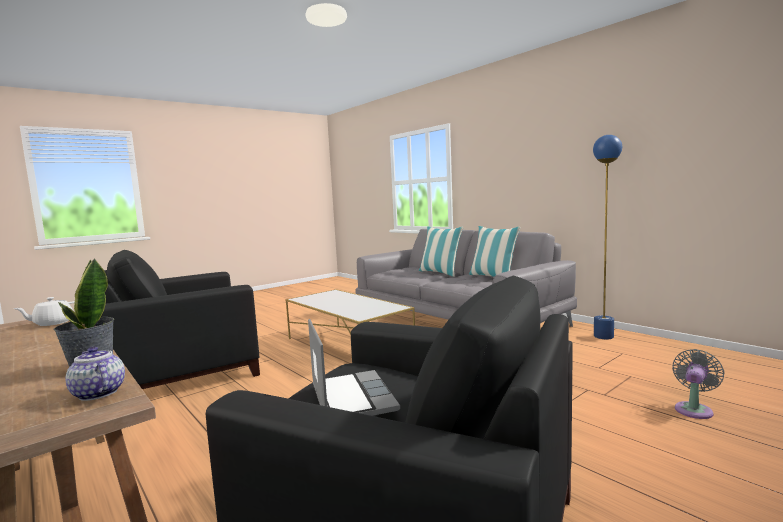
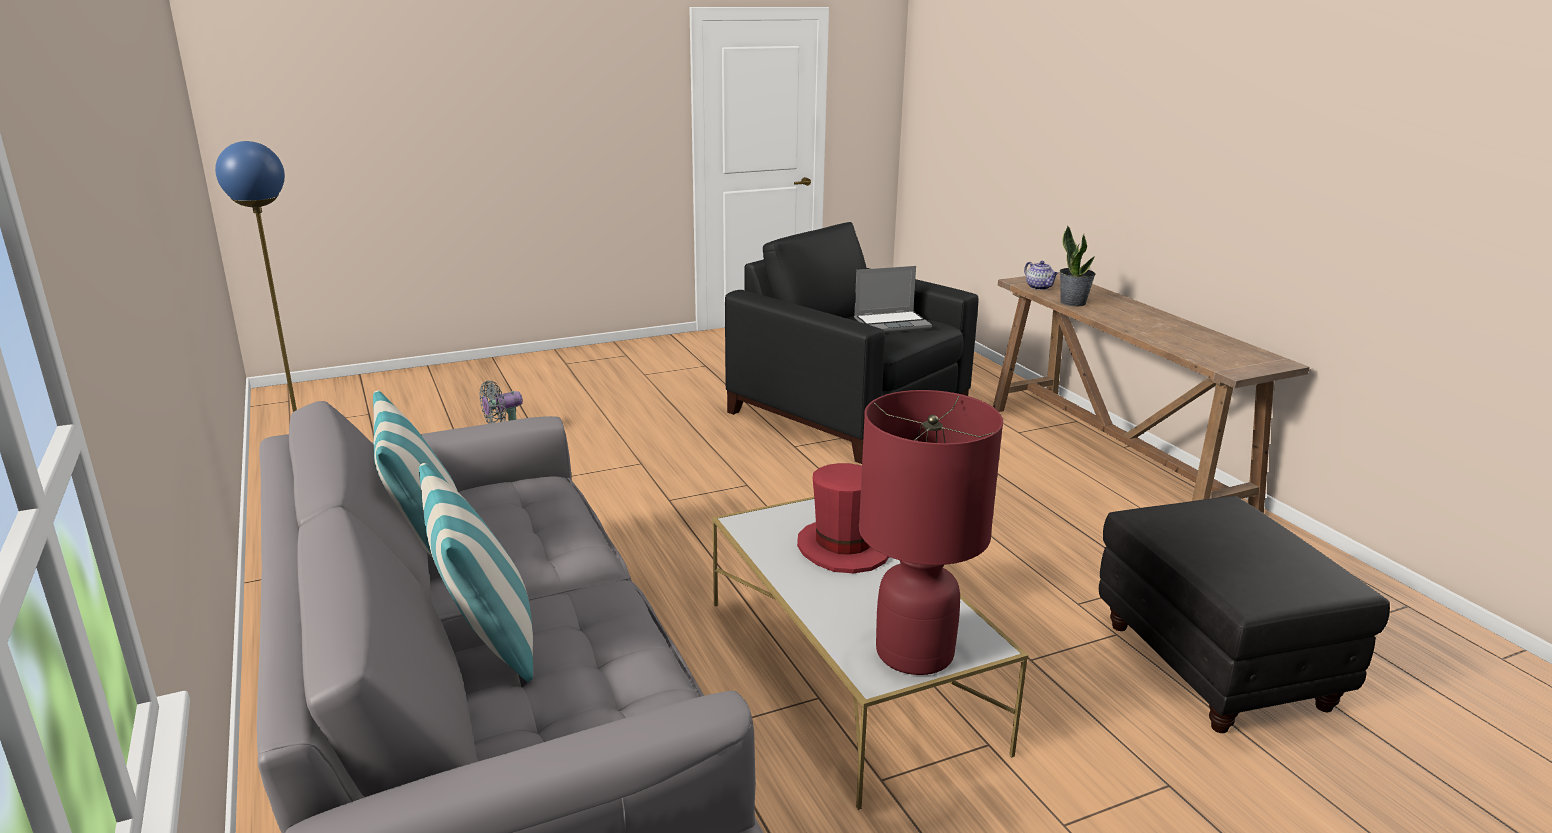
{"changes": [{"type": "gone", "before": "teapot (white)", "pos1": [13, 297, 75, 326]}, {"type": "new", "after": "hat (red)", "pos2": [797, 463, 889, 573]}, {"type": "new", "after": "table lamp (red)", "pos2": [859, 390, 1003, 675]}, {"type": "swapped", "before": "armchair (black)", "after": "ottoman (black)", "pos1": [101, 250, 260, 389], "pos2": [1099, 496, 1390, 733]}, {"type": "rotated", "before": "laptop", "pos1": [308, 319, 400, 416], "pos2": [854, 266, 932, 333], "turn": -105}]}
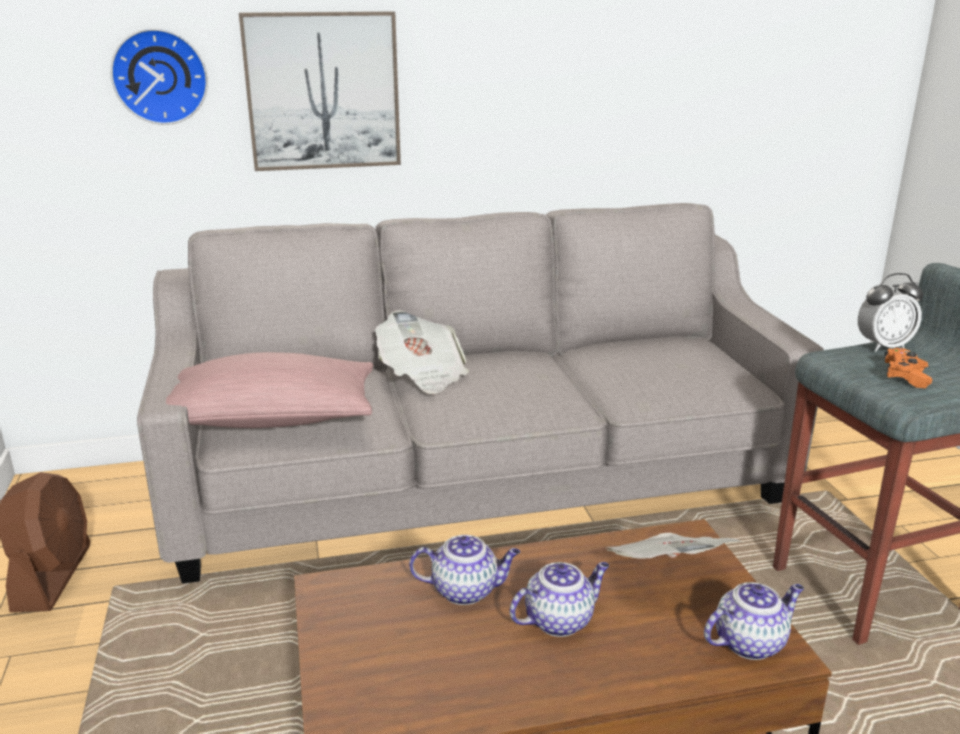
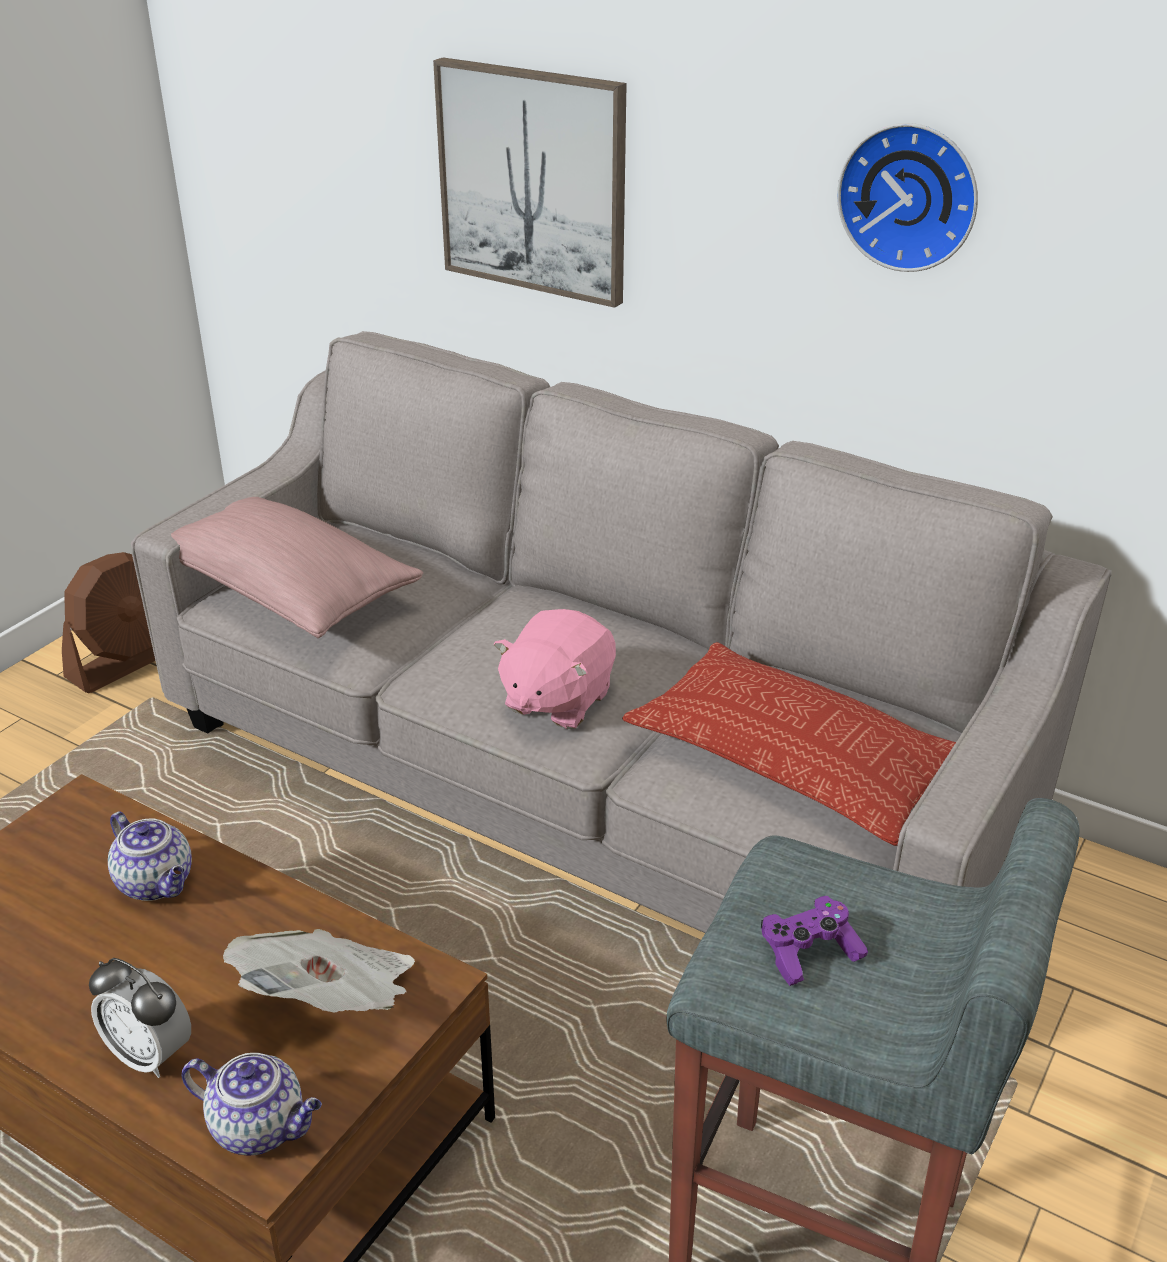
{"changes": [{"type": "gone", "before": "newspaper", "pos1": [375, 310, 469, 394]}, {"type": "gone", "before": "teapot", "pos1": [509, 562, 609, 637]}, {"type": "new", "after": "plush toy (pink)", "pos2": [494, 609, 616, 729]}, {"type": "new", "after": "pillow", "pos2": [622, 642, 956, 846]}, {"type": "shifted", "before": "wall clock", "pos1": [110, 28, 208, 125], "pos2": [837, 123, 978, 272]}, {"type": "shifted", "before": "alarm clock", "pos1": [858, 273, 923, 351], "pos2": [89, 958, 191, 1078]}, {"type": "repainted", "before": "game controller (orange)", "after": "game controller (purple)", "pos1": [885, 348, 932, 388], "pos2": [761, 896, 868, 986]}]}
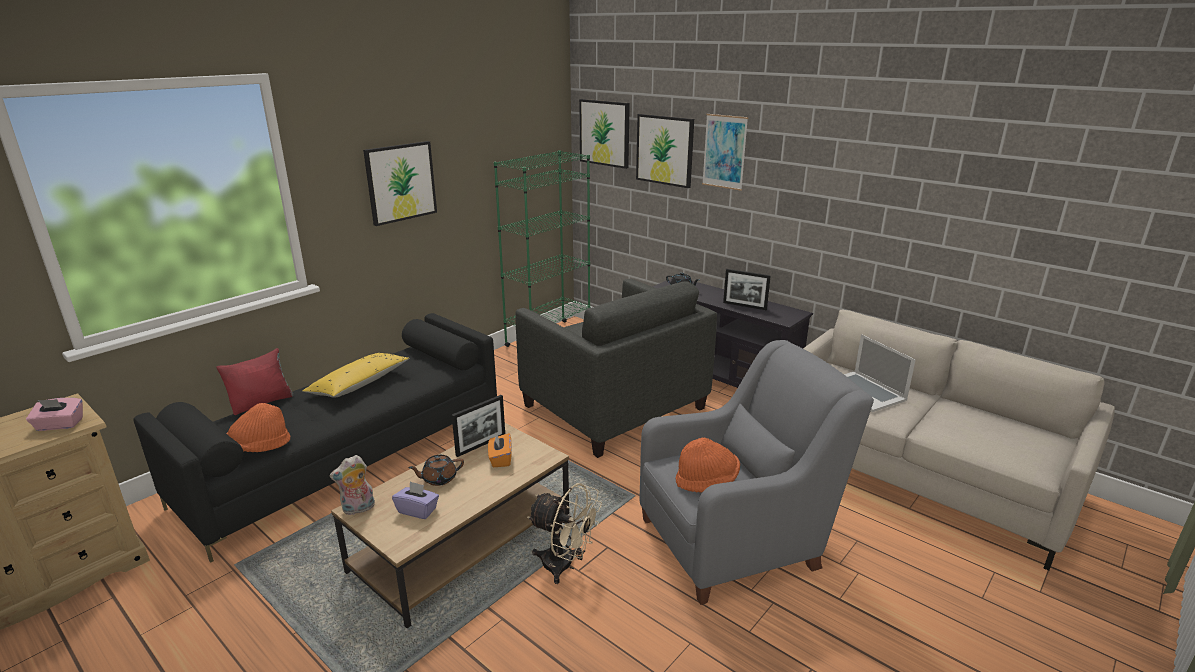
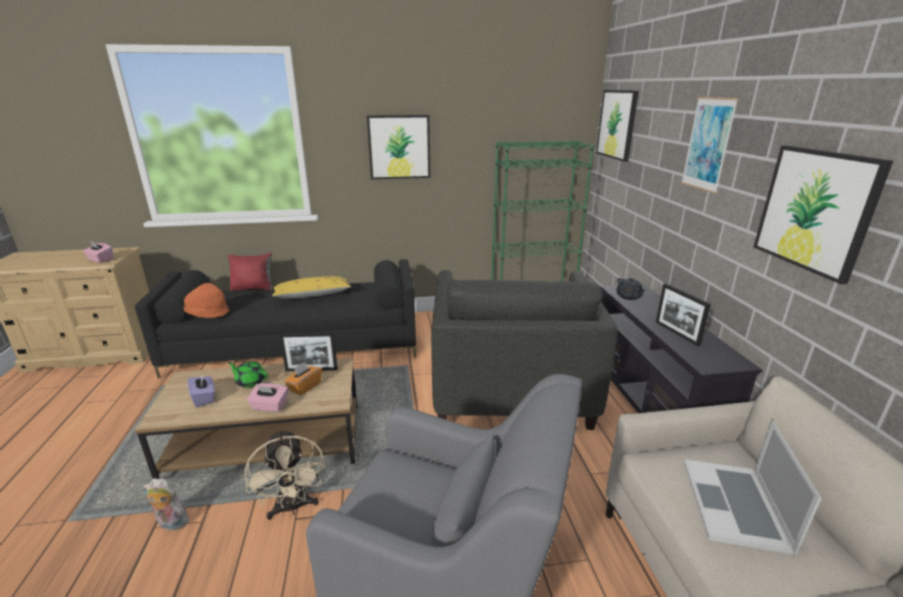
{"changes": [{"type": "gone", "before": "hat (orange)", "pos1": [675, 438, 740, 493]}, {"type": "new", "after": "tissue box (pink)", "pos2": [247, 383, 288, 412]}, {"type": "shifted", "before": "plush toy", "pos1": [329, 455, 375, 515], "pos2": [143, 478, 189, 531]}, {"type": "shifted", "before": "picture", "pos1": [636, 114, 694, 188], "pos2": [754, 145, 893, 284]}, {"type": "repainted", "before": "teapot (brown)", "after": "teapot (green)", "pos1": [408, 455, 464, 486], "pos2": [228, 361, 268, 388]}]}
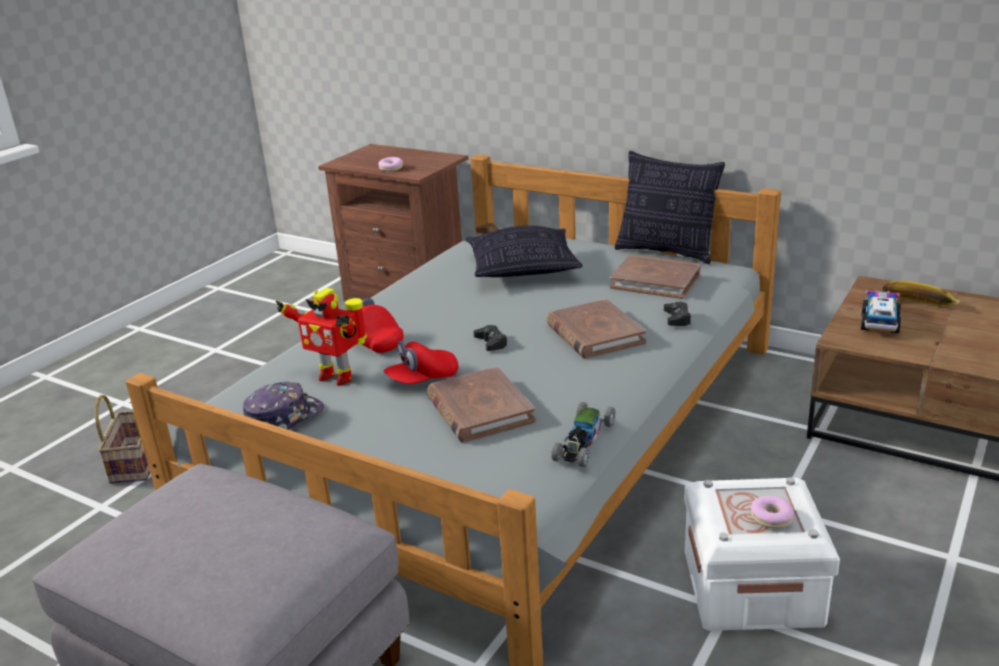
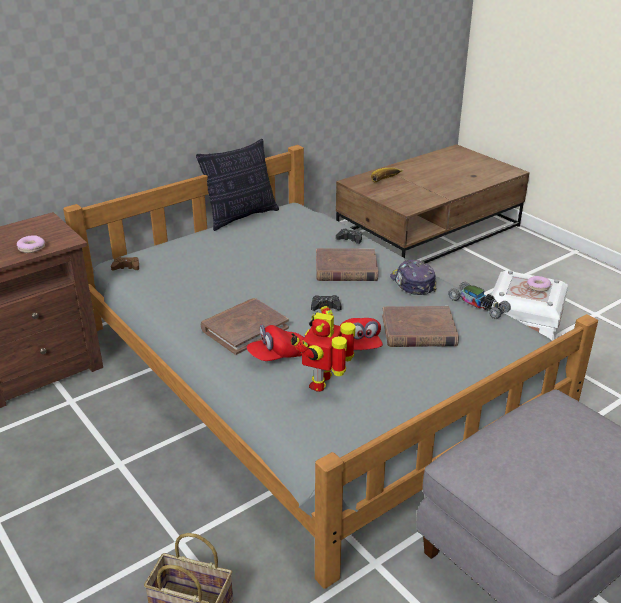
{"changes": [{"type": "gone", "before": "pillow", "pos1": [466, 225, 583, 277]}, {"type": "gone", "before": "toy truck", "pos1": [861, 290, 901, 333]}, {"type": "shifted", "before": "cap", "pos1": [243, 381, 324, 430], "pos2": [390, 260, 436, 295]}, {"type": "shifted", "before": "book (brown)", "pos1": [610, 255, 700, 299], "pos2": [201, 298, 289, 355]}, {"type": "rotated", "before": "toy robot", "pos1": [275, 288, 367, 386], "pos2": [291, 300, 355, 392], "turn": 150}]}
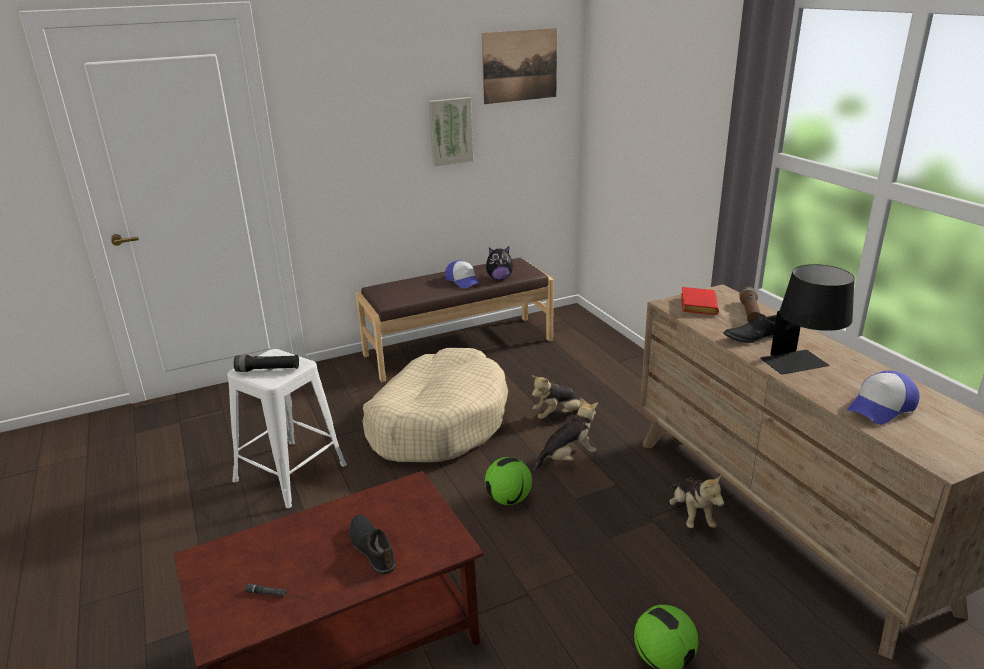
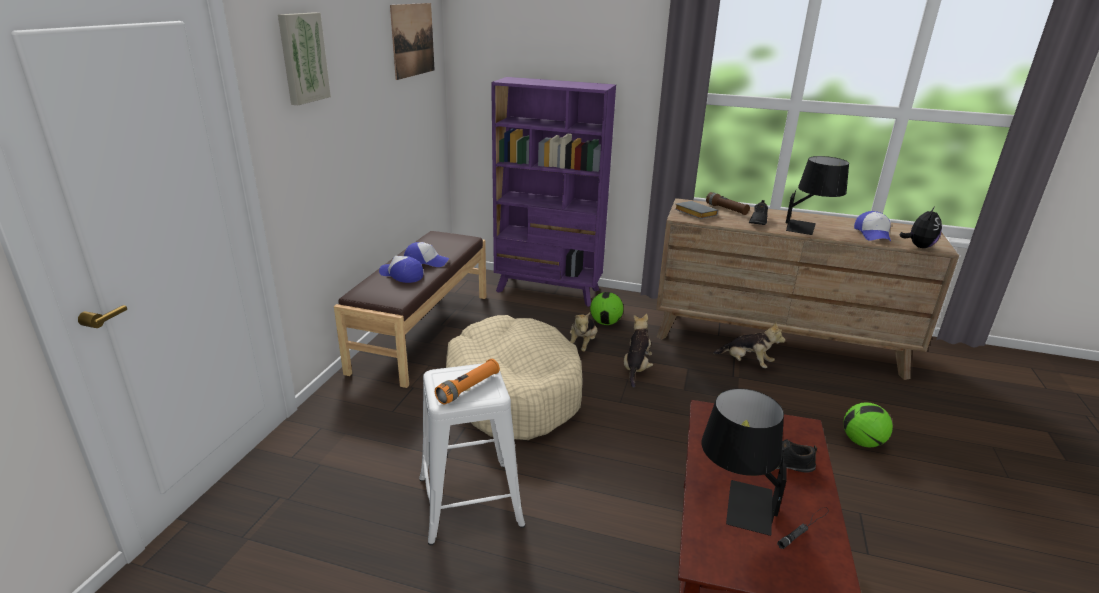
{"changes": [{"type": "new", "after": "cap", "pos2": [379, 256, 423, 283]}, {"type": "new", "after": "bookcase (purple)", "pos2": [491, 77, 616, 307]}, {"type": "new", "after": "table lamp (black)", "pos2": [701, 388, 787, 536]}, {"type": "shifted", "before": "picture", "pos1": [429, 97, 473, 166], "pos2": [278, 12, 331, 105]}, {"type": "shifted", "before": "football", "pos1": [485, 457, 532, 505], "pos2": [590, 292, 623, 325]}, {"type": "shifted", "before": "plush toy", "pos1": [486, 247, 514, 280], "pos2": [899, 208, 942, 248]}, {"type": "repainted", "before": "flashlight (black)", "after": "flashlight (orange)", "pos1": [234, 355, 299, 372], "pos2": [435, 359, 500, 405]}, {"type": "repainted", "before": "book (red)", "after": "book (grey)", "pos1": [681, 287, 719, 315], "pos2": [675, 201, 718, 219]}]}
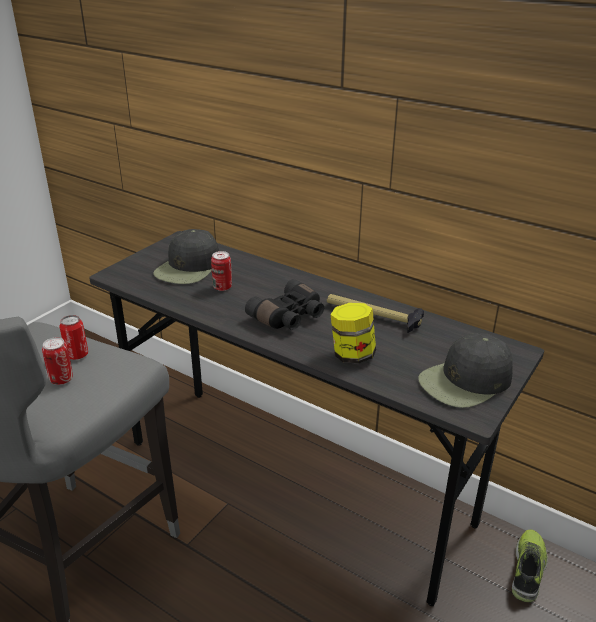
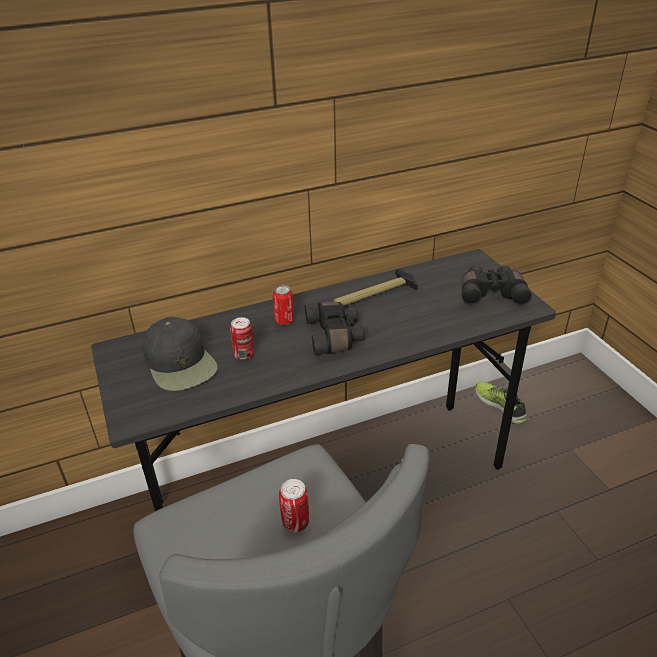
{"changes": [{"type": "gone", "before": "jar", "pos1": [330, 303, 376, 363]}, {"type": "shifted", "before": "can", "pos1": [59, 315, 88, 360], "pos2": [273, 285, 294, 325]}, {"type": "swapped", "before": "cap (black)", "after": "binoculars (black)", "pos1": [418, 333, 513, 408], "pos2": [461, 266, 532, 305]}]}
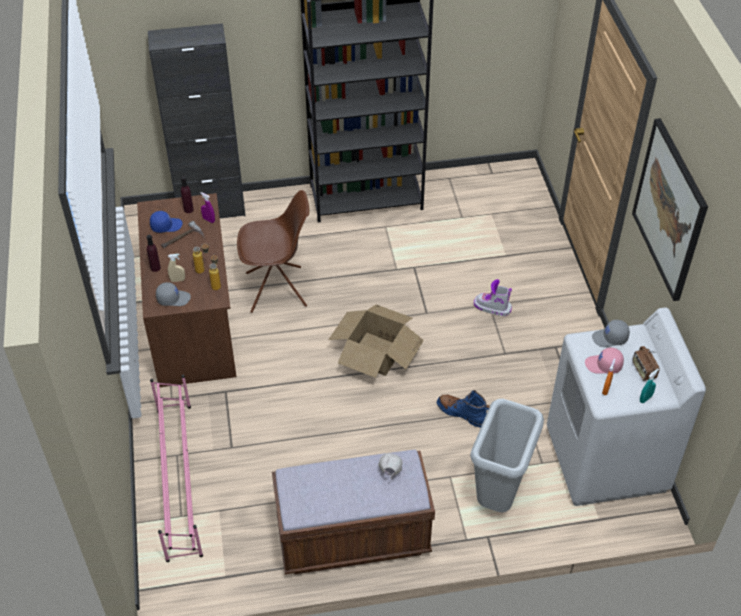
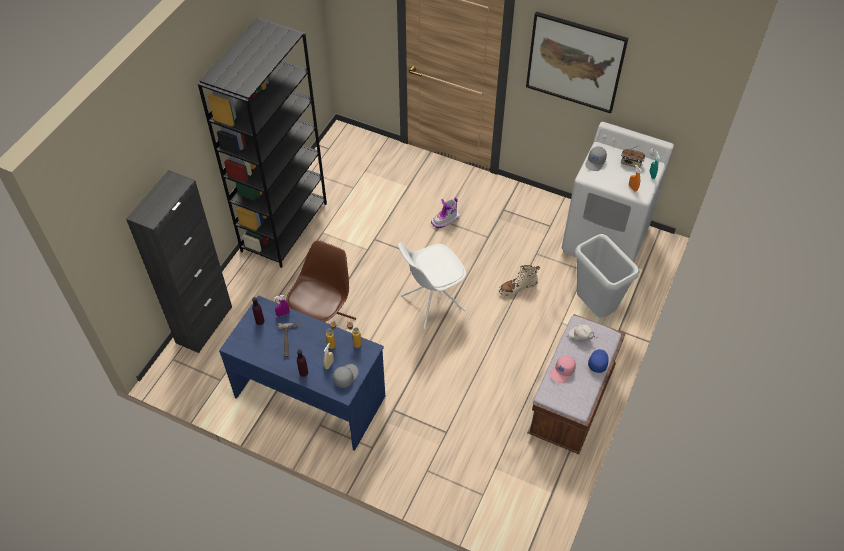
{"changes": [{"type": "gone", "before": "shoe rack (pink)", "pos1": [150, 375, 203, 562]}, {"type": "shifted", "before": "cap (blue)", "pos1": [150, 211, 183, 233], "pos2": [588, 349, 609, 373]}, {"type": "shifted", "before": "cap (pink)", "pos1": [585, 348, 624, 374], "pos2": [550, 355, 576, 383]}, {"type": "swapped", "before": "cardboard box", "after": "chair (white)", "pos1": [328, 304, 424, 378], "pos2": [398, 242, 466, 330]}, {"type": "repainted", "before": "desk (brown)", "after": "desk (blue)", "pos1": [137, 193, 236, 387], "pos2": [219, 295, 385, 451]}, {"type": "repainted", "before": "boot (blue)", "after": "boot (beige)", "pos1": [437, 390, 490, 428], "pos2": [499, 265, 540, 296]}]}
